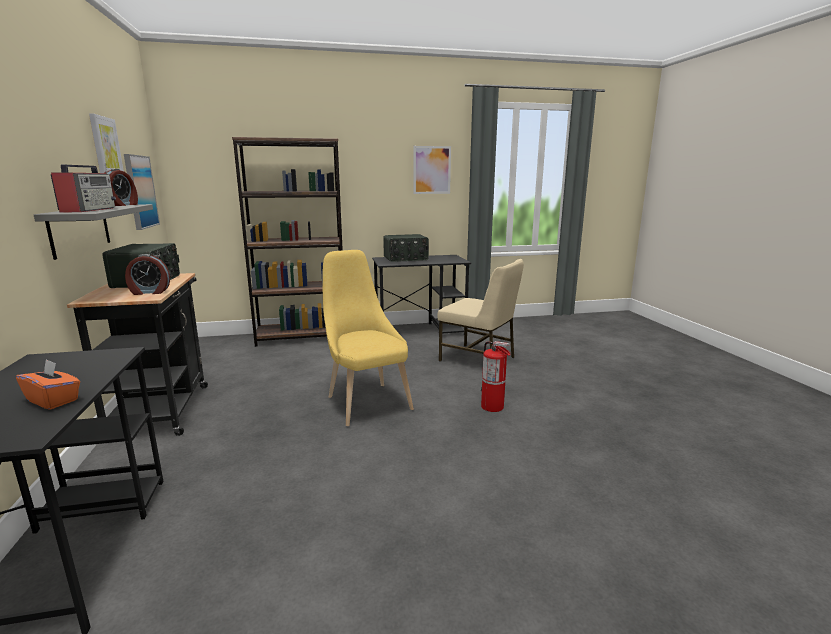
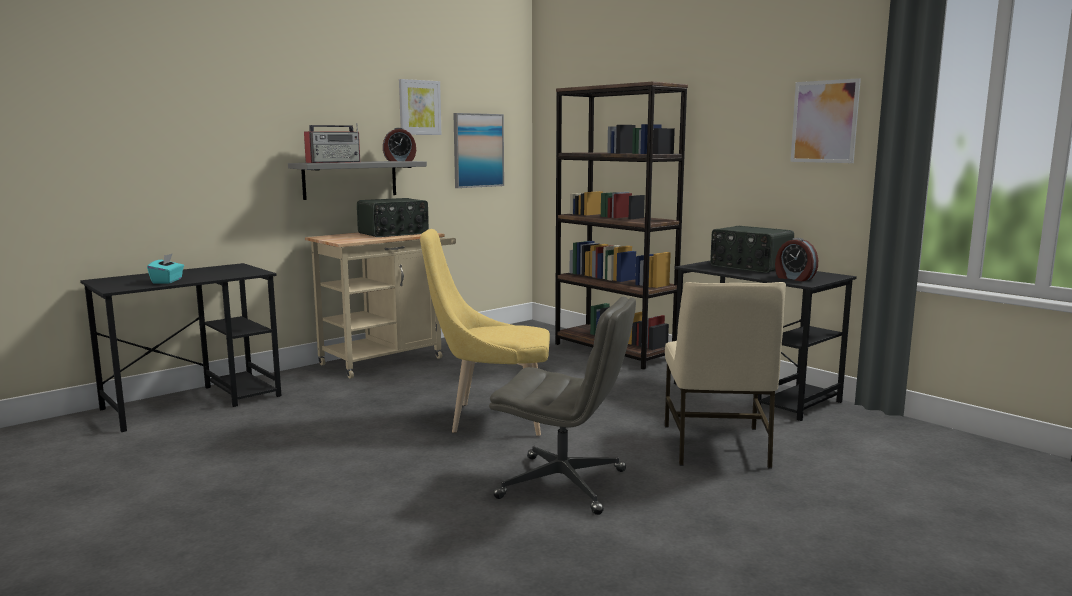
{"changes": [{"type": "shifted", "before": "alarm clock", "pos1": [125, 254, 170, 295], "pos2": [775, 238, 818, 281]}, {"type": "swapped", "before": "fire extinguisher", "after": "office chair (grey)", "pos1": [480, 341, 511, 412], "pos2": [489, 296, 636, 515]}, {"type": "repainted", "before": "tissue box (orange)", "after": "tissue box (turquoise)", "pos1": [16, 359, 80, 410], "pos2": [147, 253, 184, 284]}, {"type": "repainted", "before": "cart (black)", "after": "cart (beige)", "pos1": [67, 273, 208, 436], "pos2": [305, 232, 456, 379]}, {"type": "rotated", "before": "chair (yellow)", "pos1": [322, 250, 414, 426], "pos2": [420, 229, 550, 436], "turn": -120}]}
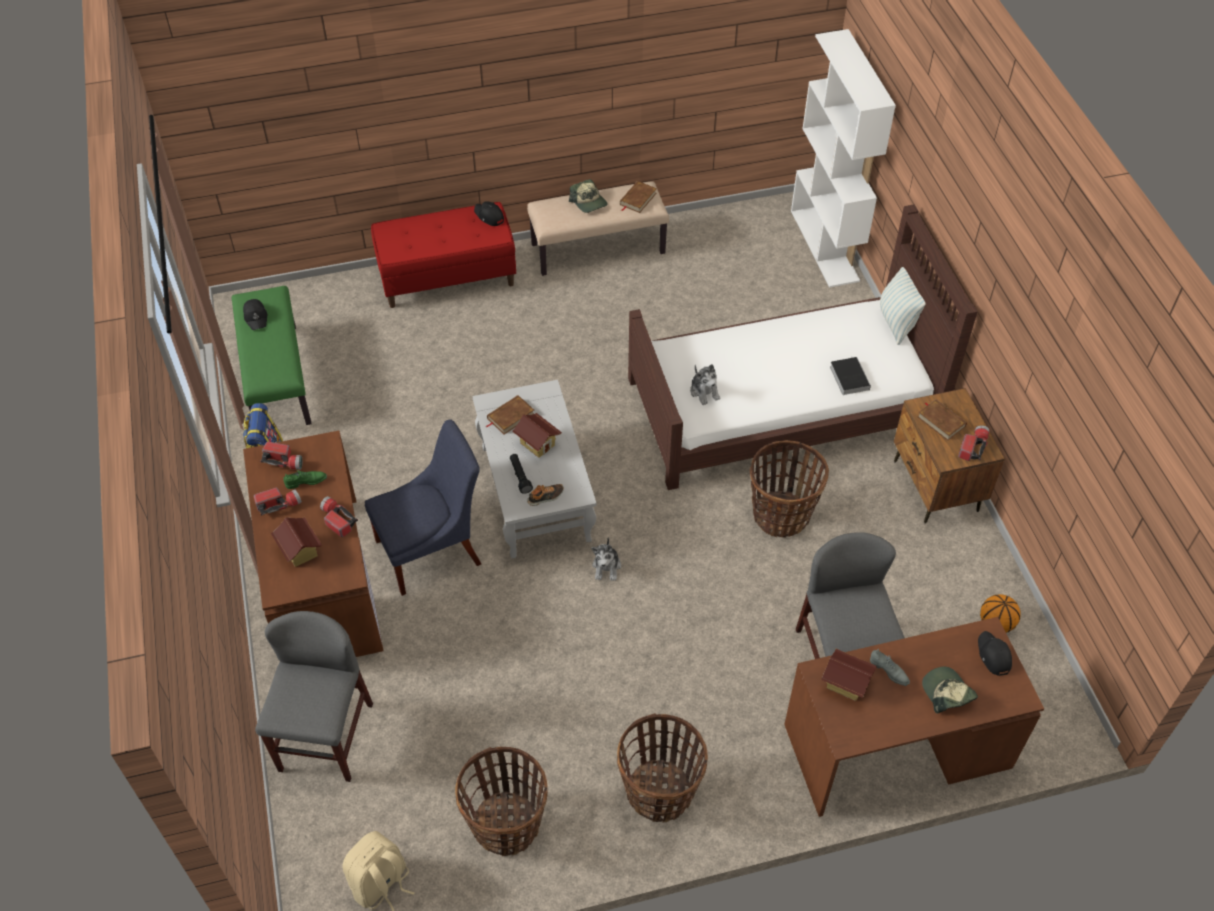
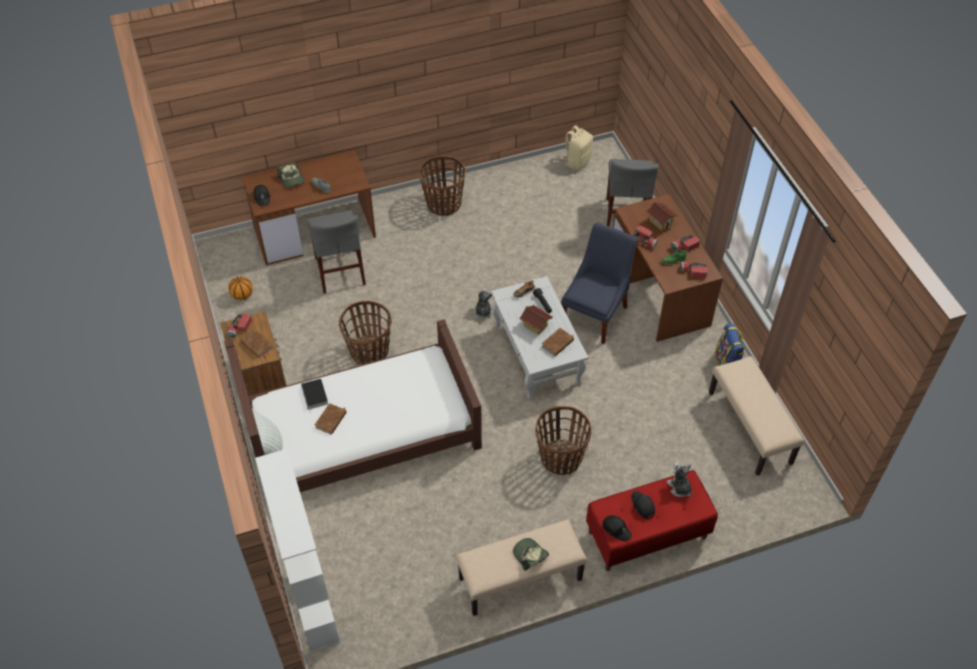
{"changes": [{"type": "gone", "before": "toy house", "pos1": [821, 649, 877, 701]}, {"type": "shifted", "before": "cap (black)", "pos1": [243, 299, 268, 330], "pos2": [632, 491, 655, 519]}, {"type": "shifted", "before": "basket", "pos1": [455, 747, 548, 856], "pos2": [535, 406, 592, 475]}, {"type": "shifted", "before": "book (brown)", "pos1": [620, 181, 657, 213], "pos2": [315, 403, 347, 435]}, {"type": "shifted", "before": "plush toy", "pos1": [690, 364, 720, 405], "pos2": [667, 462, 692, 497]}, {"type": "repainted", "before": "bench (green)", "after": "bench (beige)", "pos1": [231, 286, 312, 425], "pos2": [709, 356, 804, 476]}, {"type": "rotated", "before": "chair (blue)", "pos1": [365, 419, 481, 596], "pos2": [561, 223, 637, 344], "turn": 150}]}
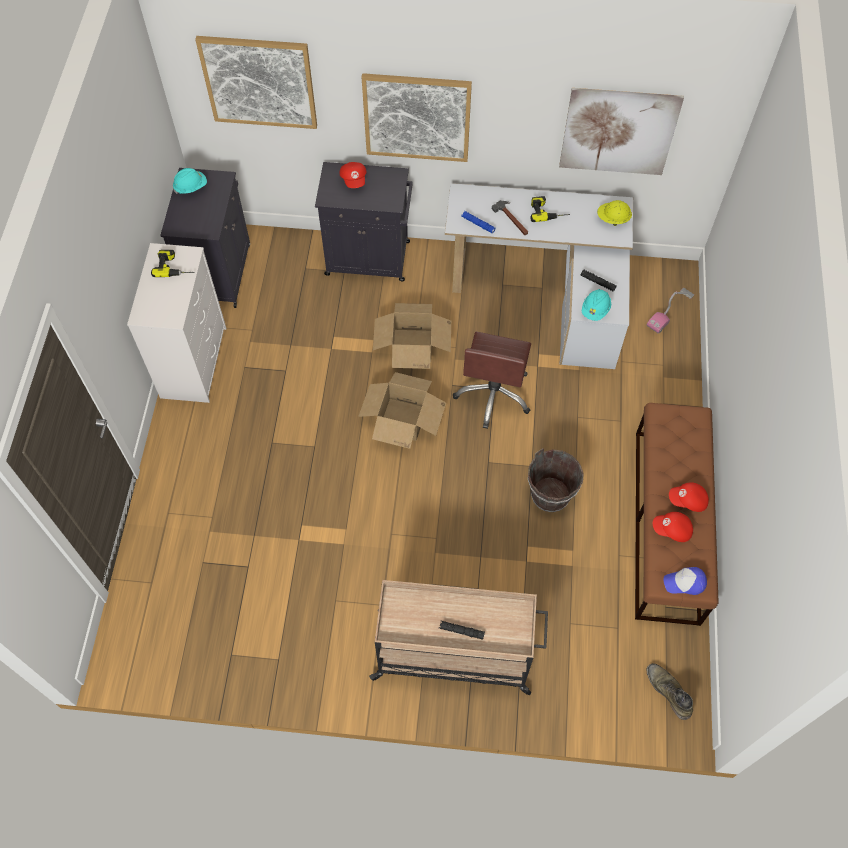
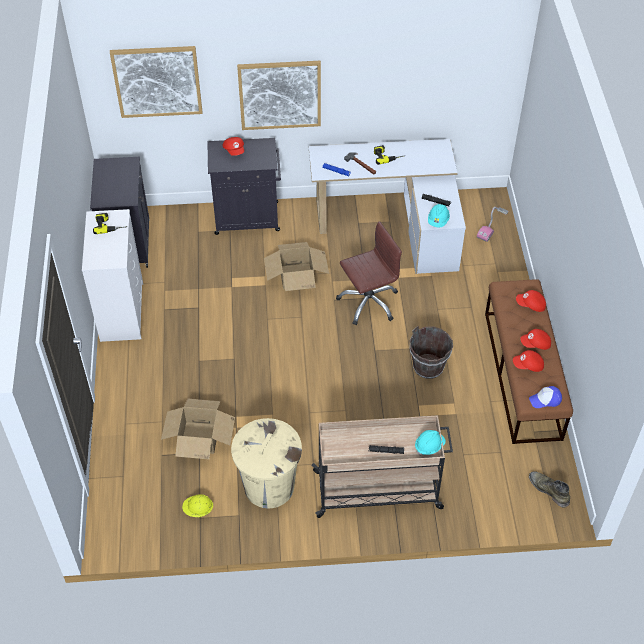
{"changes": [{"type": "gone", "before": "picture", "pos1": [559, 88, 684, 175]}, {"type": "new", "after": "trash can (beige)", "pos2": [231, 418, 302, 509]}, {"type": "new", "after": "cap (red)", "pos2": [516, 290, 546, 312]}, {"type": "shifted", "before": "hard hat (turquoise)", "pos1": [173, 168, 207, 194], "pos2": [415, 430, 446, 455]}, {"type": "shifted", "before": "cardboard box", "pos1": [358, 372, 446, 449], "pos2": [161, 399, 235, 459]}, {"type": "shifted", "before": "hard hat (yellow)", "pos1": [597, 200, 632, 226], "pos2": [182, 494, 213, 518]}, {"type": "rotated", "before": "office chair (brown)", "pos1": [453, 332, 531, 429], "pos2": [336, 221, 402, 325], "turn": -120}]}
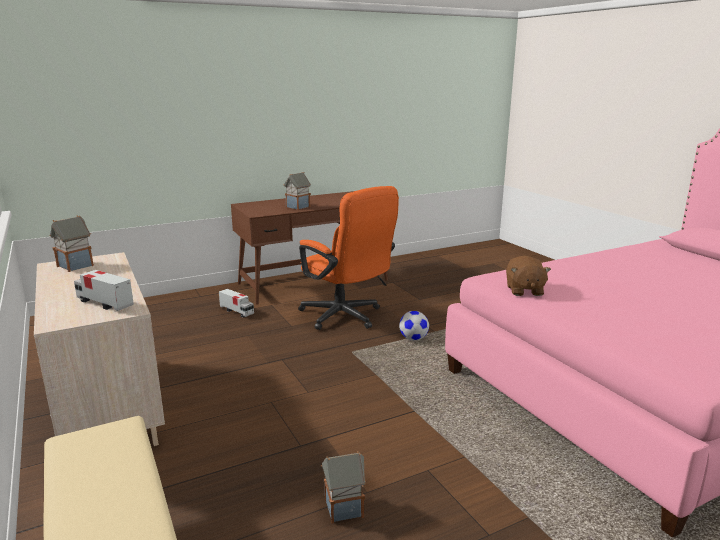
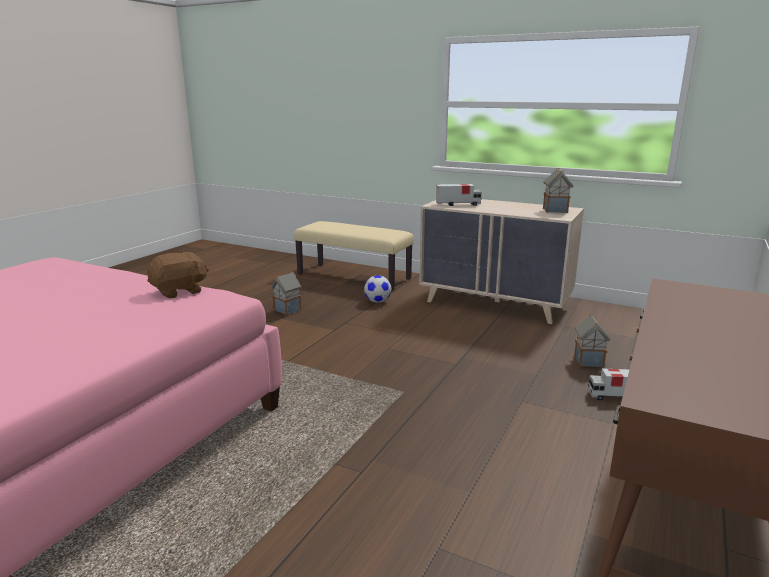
{"changes": [{"type": "gone", "before": "office chair (orange)", "pos1": [298, 186, 399, 330]}, {"type": "shifted", "before": "toy house", "pos1": [284, 172, 311, 210], "pos2": [574, 314, 611, 368]}, {"type": "shifted", "before": "football", "pos1": [399, 311, 429, 341], "pos2": [364, 275, 391, 303]}, {"type": "rotated", "before": "plush toy (brown)", "pos1": [506, 256, 551, 296], "pos2": [147, 252, 209, 298], "turn": 90}]}
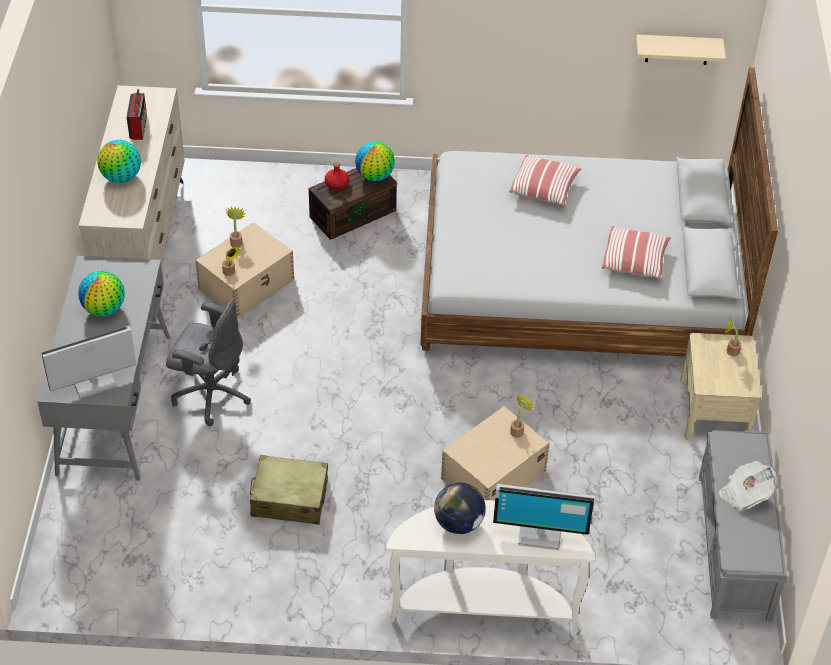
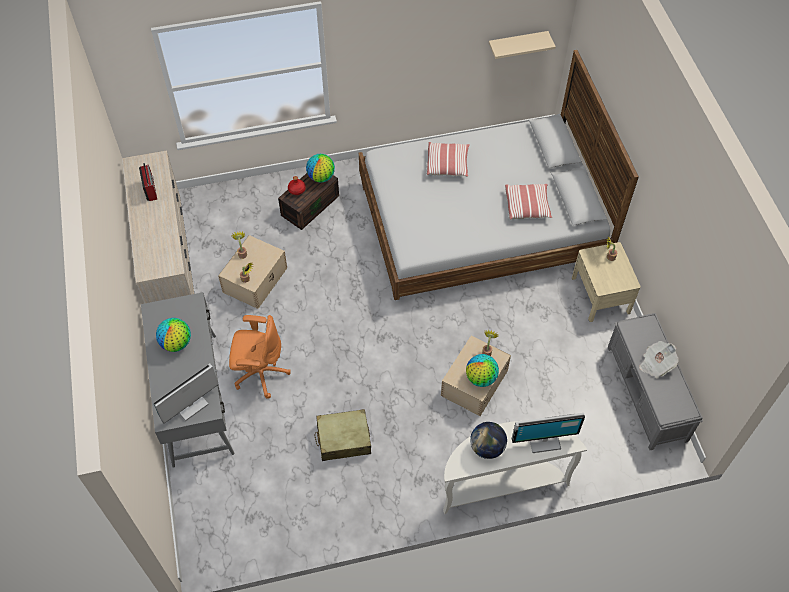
{"changes": [{"type": "shifted", "before": "globe", "pos1": [97, 140, 141, 183], "pos2": [466, 354, 499, 387]}, {"type": "repainted", "before": "office chair (grey)", "after": "office chair (orange)", "pos1": [166, 301, 251, 426], "pos2": [229, 315, 291, 399]}]}
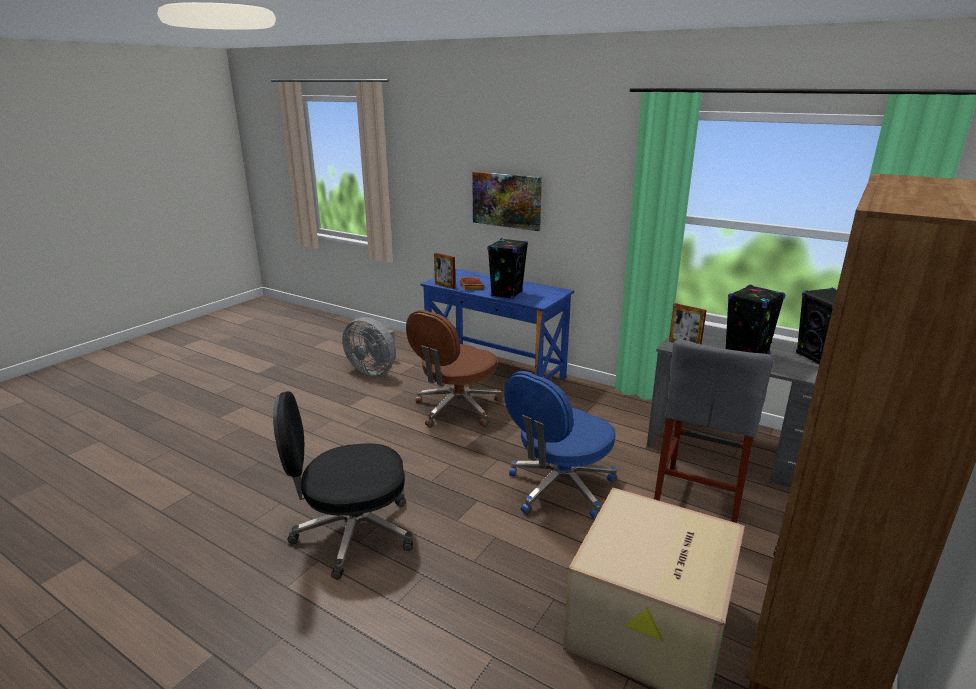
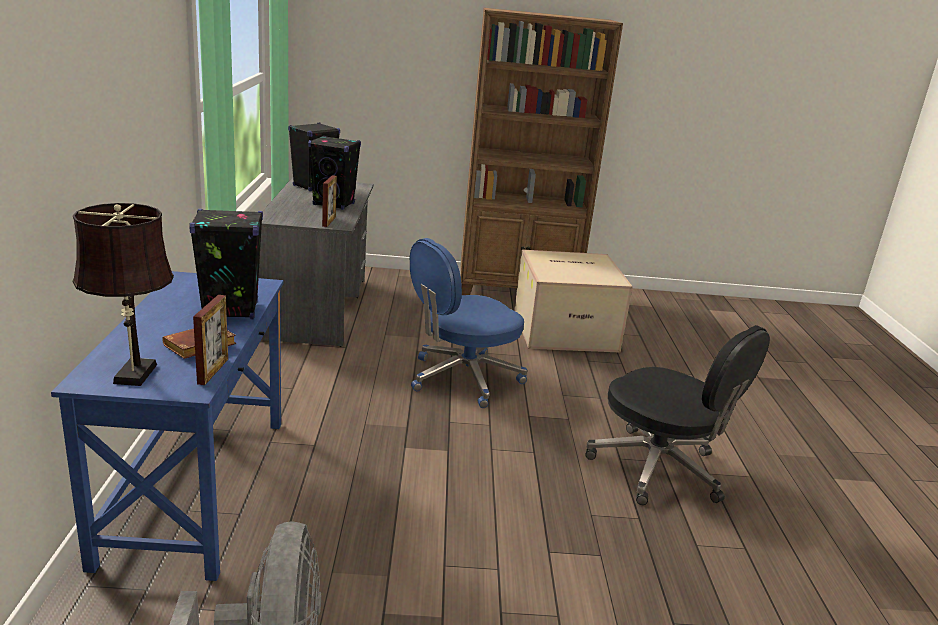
{"changes": [{"type": "gone", "before": "office chair (brown)", "pos1": [406, 310, 502, 428]}, {"type": "gone", "before": "picture", "pos1": [472, 171, 542, 231]}, {"type": "gone", "before": "stool (grey)", "pos1": [654, 339, 774, 523]}, {"type": "new", "after": "table lamp (brown)", "pos2": [73, 203, 174, 386]}, {"type": "rotated", "before": "office chair (blue)", "pos1": [504, 371, 617, 520], "pos2": [410, 238, 527, 408], "turn": 135}]}
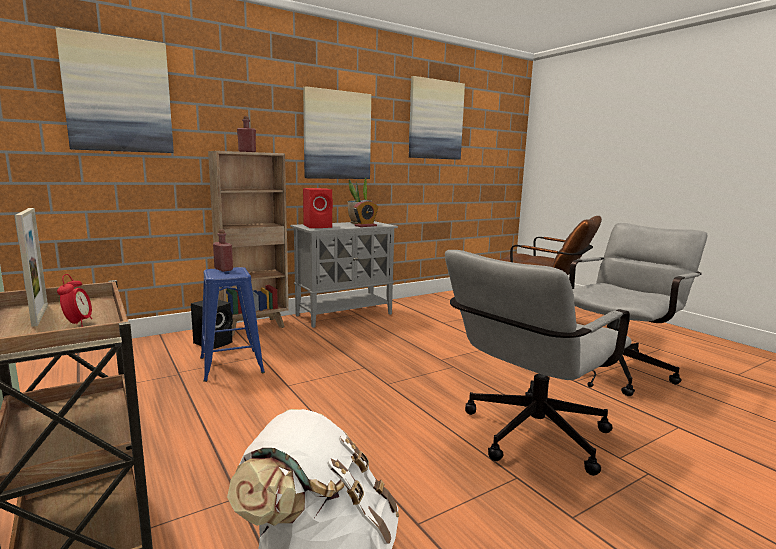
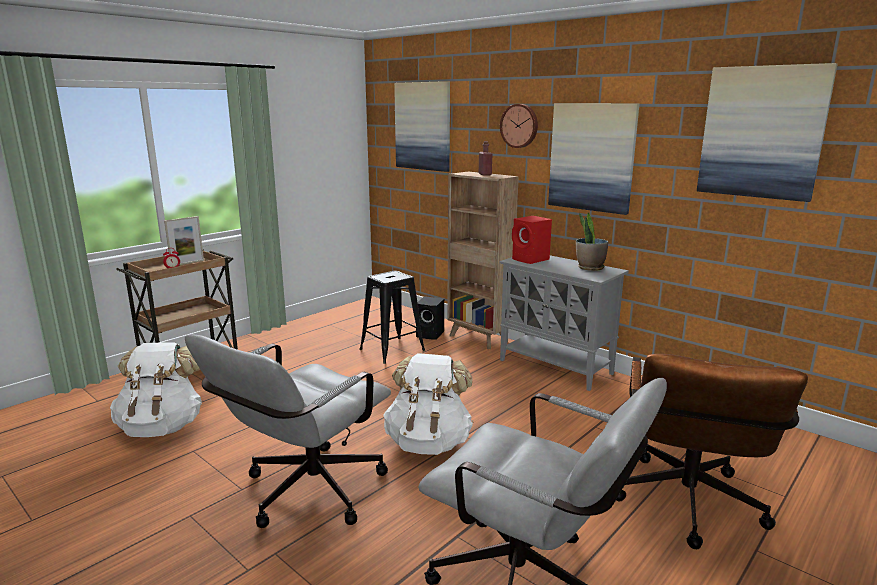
{"changes": [{"type": "gone", "before": "bottle (red)", "pos1": [213, 230, 233, 272]}, {"type": "gone", "before": "alarm clock", "pos1": [353, 200, 378, 227]}, {"type": "new", "after": "backpack (white)", "pos2": [383, 353, 474, 455]}, {"type": "new", "after": "wall clock", "pos2": [500, 104, 538, 148]}, {"type": "repainted", "before": "stool (blue)", "after": "stool (black)", "pos1": [200, 267, 265, 382], "pos2": [359, 271, 425, 364]}, {"type": "rotated", "before": "office chair (grey)", "pos1": [445, 250, 632, 476], "pos2": [185, 334, 391, 528], "turn": -90}]}
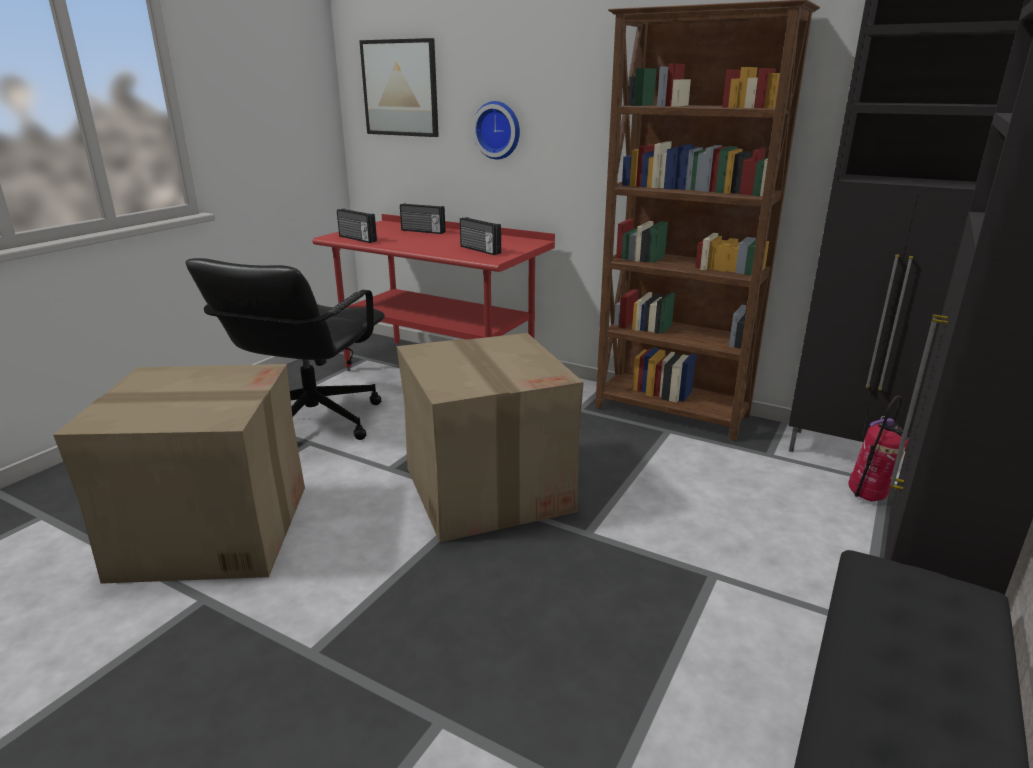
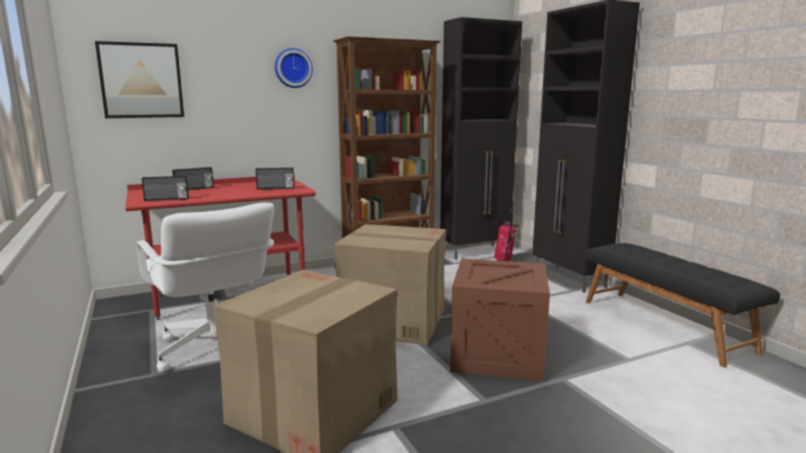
{"changes": [{"type": "new", "after": "crate", "pos2": [450, 258, 550, 382]}, {"type": "shifted", "before": "wall clock", "pos1": [472, 101, 520, 159], "pos2": [275, 48, 313, 88]}, {"type": "repainted", "before": "office chair (black)", "after": "office chair (white)", "pos1": [186, 258, 385, 440], "pos2": [137, 203, 274, 372]}]}
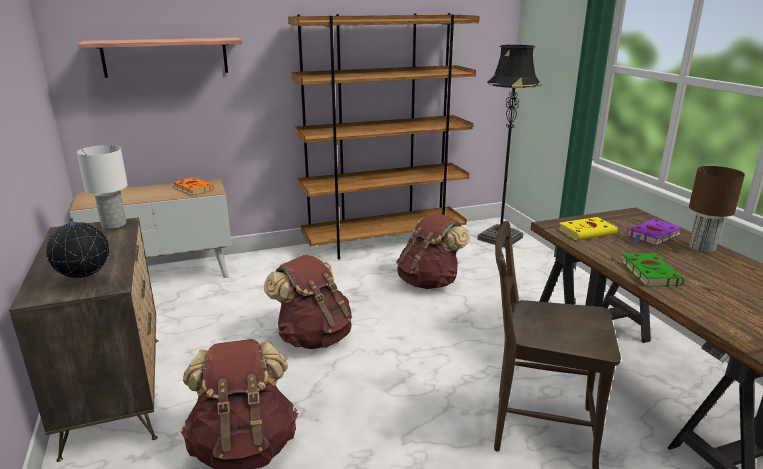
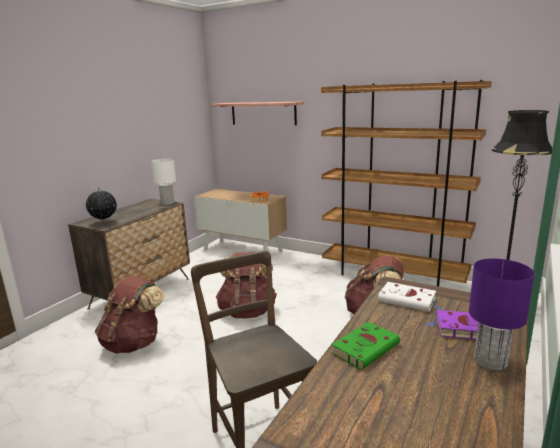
{"changes": [{"type": "repainted", "before": "book (yellow)", "after": "book (white)", "pos1": [558, 217, 618, 241], "pos2": [378, 282, 442, 312]}, {"type": "repainted", "before": "table lamp (brown)", "after": "table lamp (purple)", "pos1": [689, 166, 745, 253], "pos2": [469, 258, 534, 371]}]}
